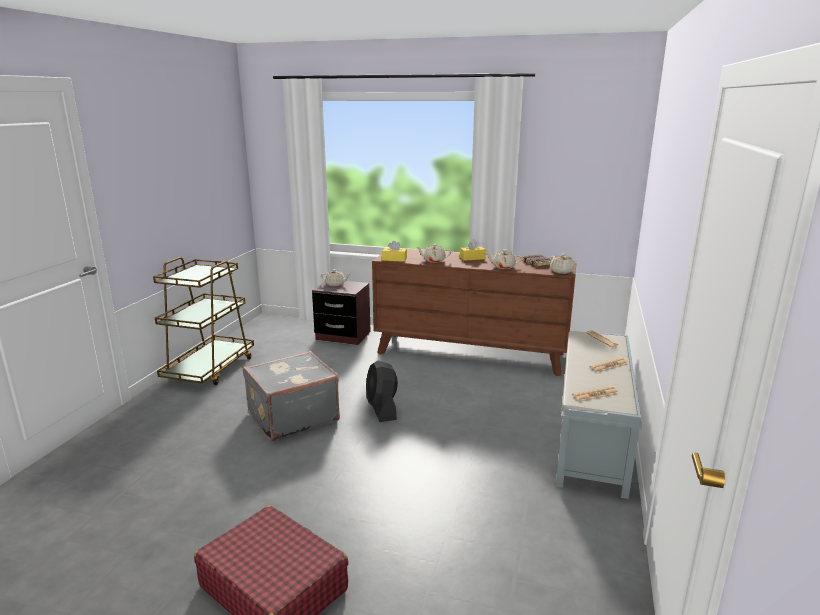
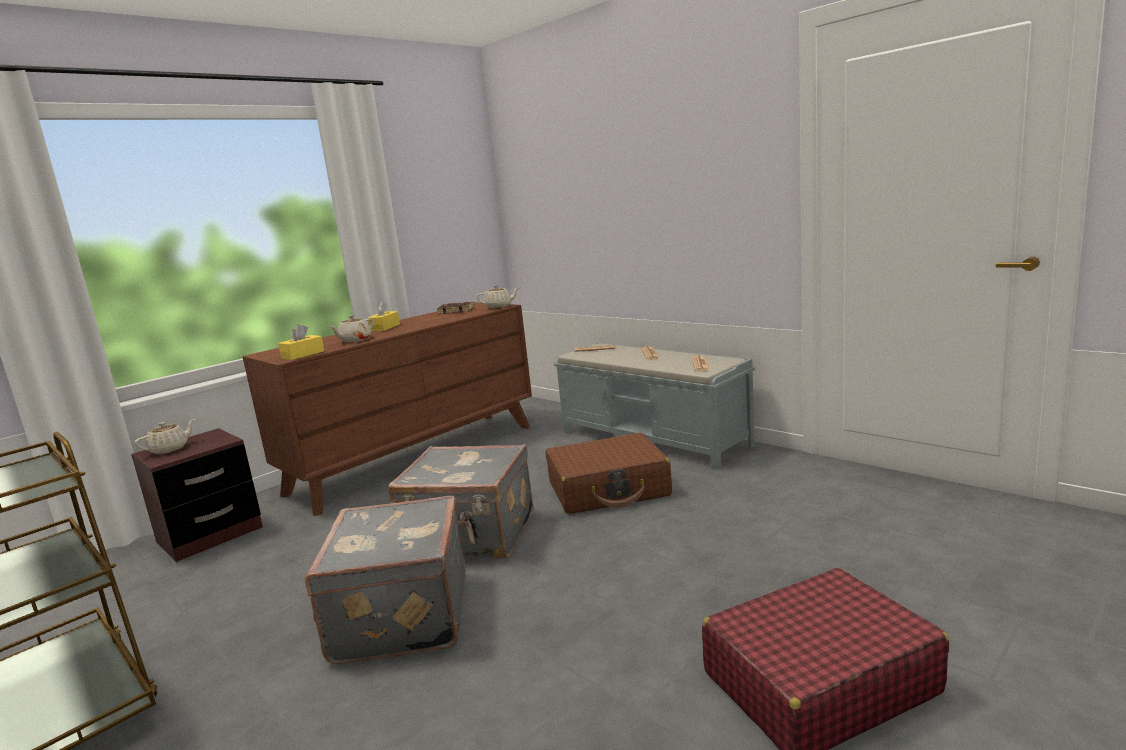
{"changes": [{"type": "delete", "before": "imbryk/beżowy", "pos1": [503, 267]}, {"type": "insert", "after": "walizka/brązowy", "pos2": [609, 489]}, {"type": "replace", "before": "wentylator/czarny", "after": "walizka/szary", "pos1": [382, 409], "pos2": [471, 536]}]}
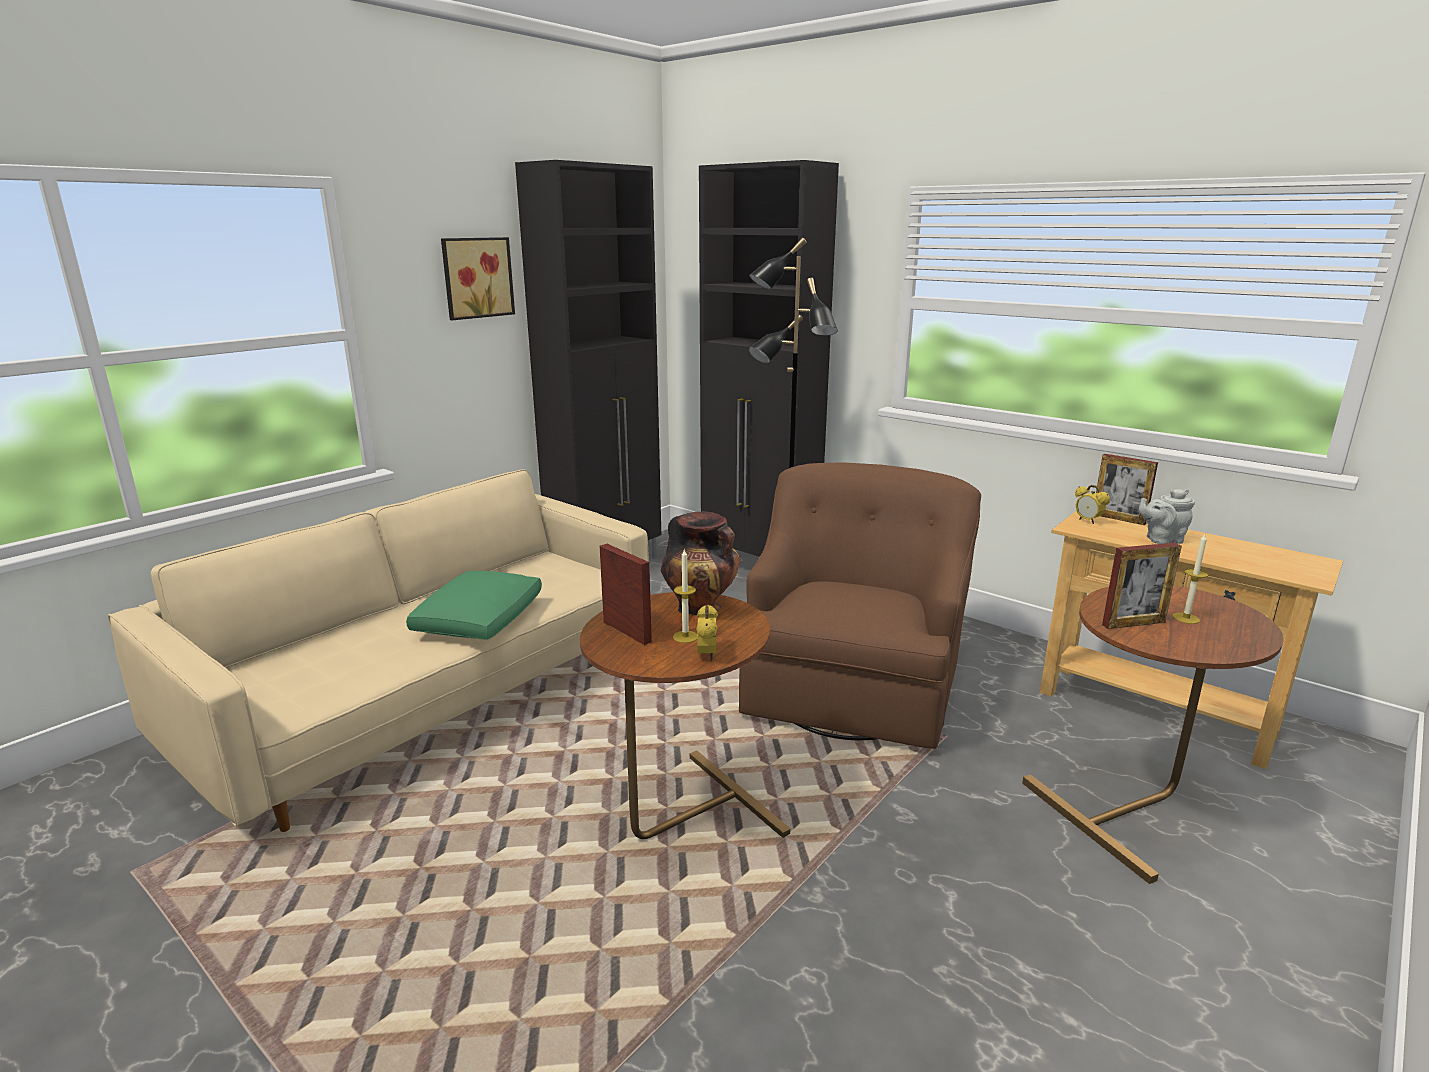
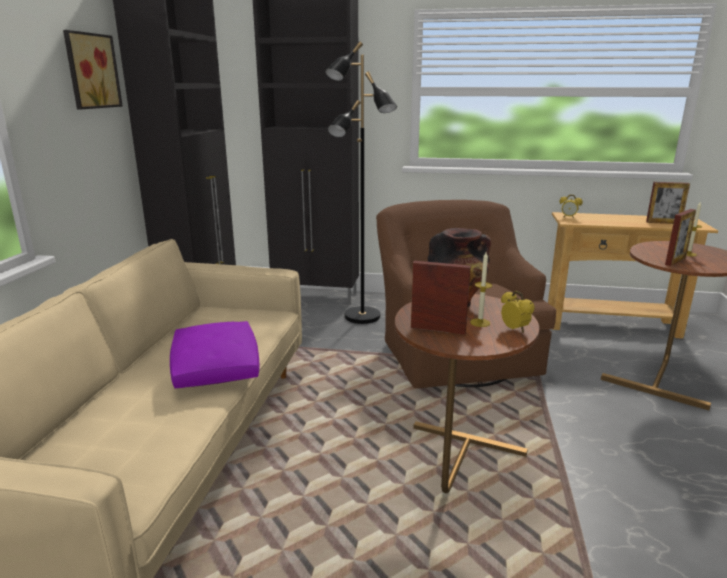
{"changes": [{"type": "delete", "before": "imbryk/szary", "pos1": [1161, 540]}, {"type": "move", "before": "ramka na zdjęcie", "pos1": [1118, 519], "pos2": [663, 223]}, {"type": "recolor", "before": "poduszka/zielony", "after": "poduszka/fioletowy", "pos1": [480, 620], "pos2": [216, 367]}]}
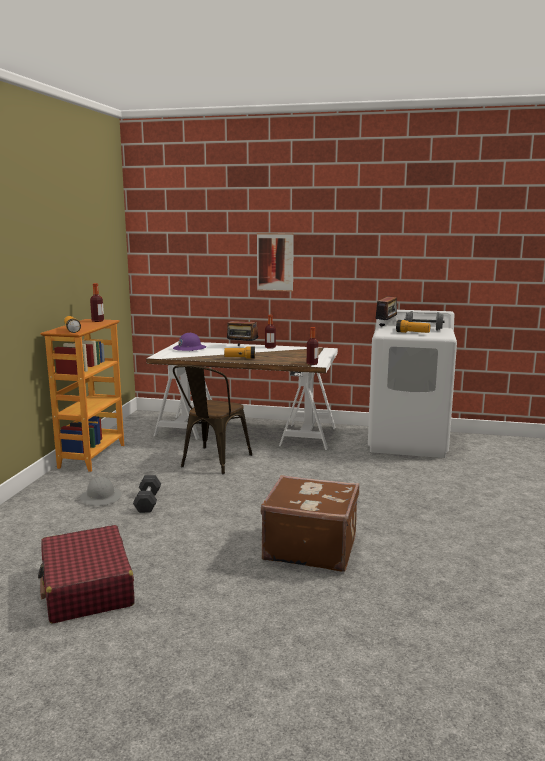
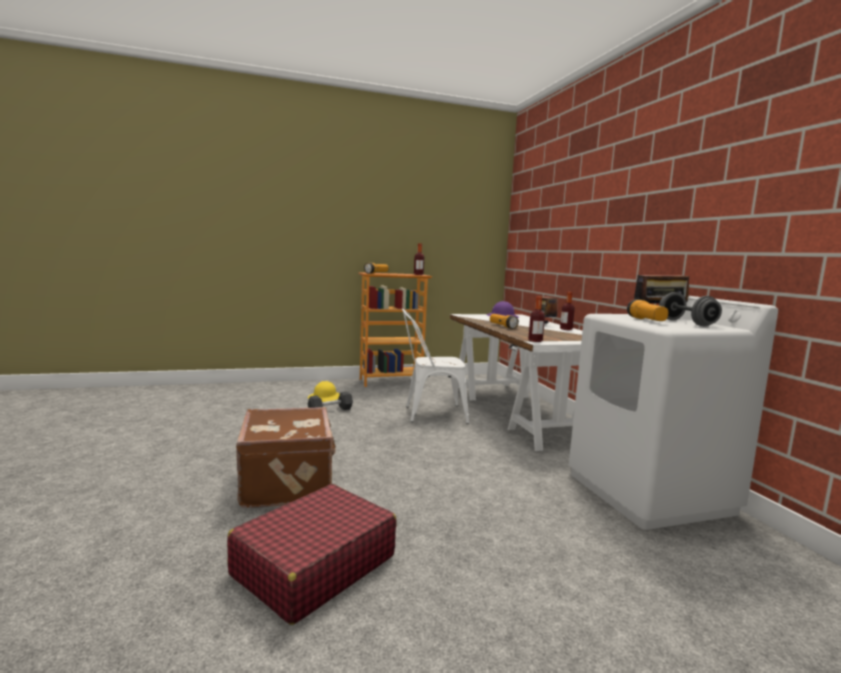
{"changes": [{"type": "delete", "before": "obraz", "pos1": [275, 262]}, {"type": "move", "before": "walizka/czerwony", "pos1": [87, 587], "pos2": [313, 565]}, {"type": "recolor", "before": "kask/szary", "after": "kask/żółty", "pos1": [101, 497], "pos2": [325, 398]}, {"type": "recolor", "before": "krzesło/brązowy", "after": "krzesło/biały", "pos1": [212, 462], "pos2": [430, 414]}]}
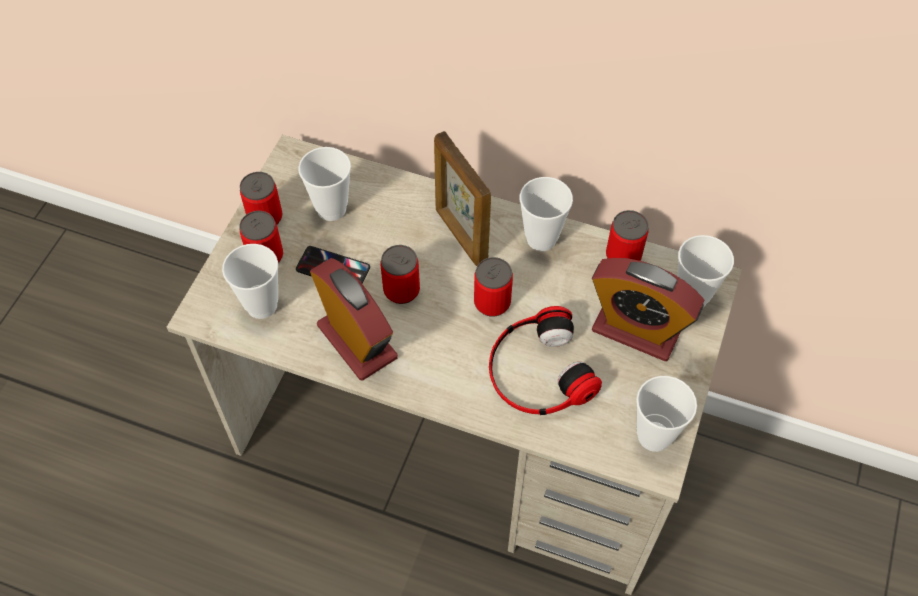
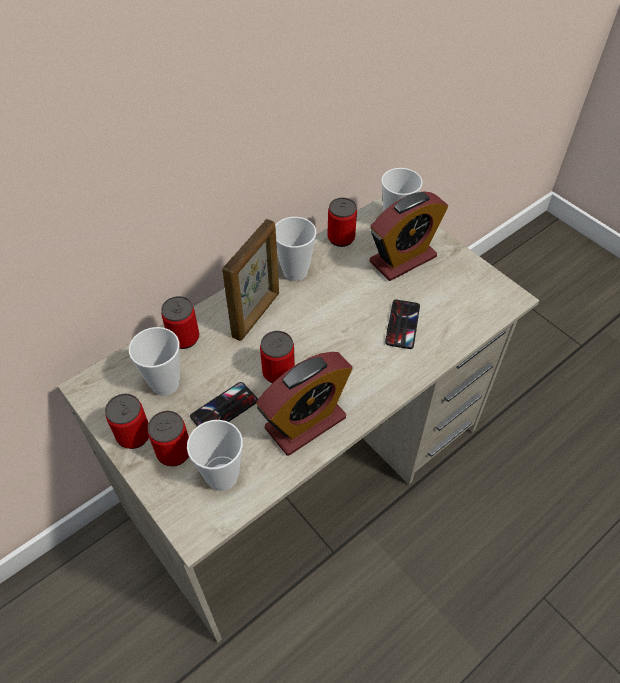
{"changes": [{"type": "delete", "before": "filiżanka", "pos1": [654, 436]}, {"type": "move", "before": "puszka", "pos1": [492, 302], "pos2": [184, 338]}, {"type": "replace", "before": "słuchawki", "after": "telefon", "pos1": [538, 371], "pos2": [402, 324]}, {"type": "rotate", "before": "budzik", "pos1": [357, 341], "pos2": [305, 423], "turn": 150}, {"type": "rotate", "before": "ramka na zdjęcie", "pos1": [460, 235], "pos2": [257, 314], "turn": -60}]}
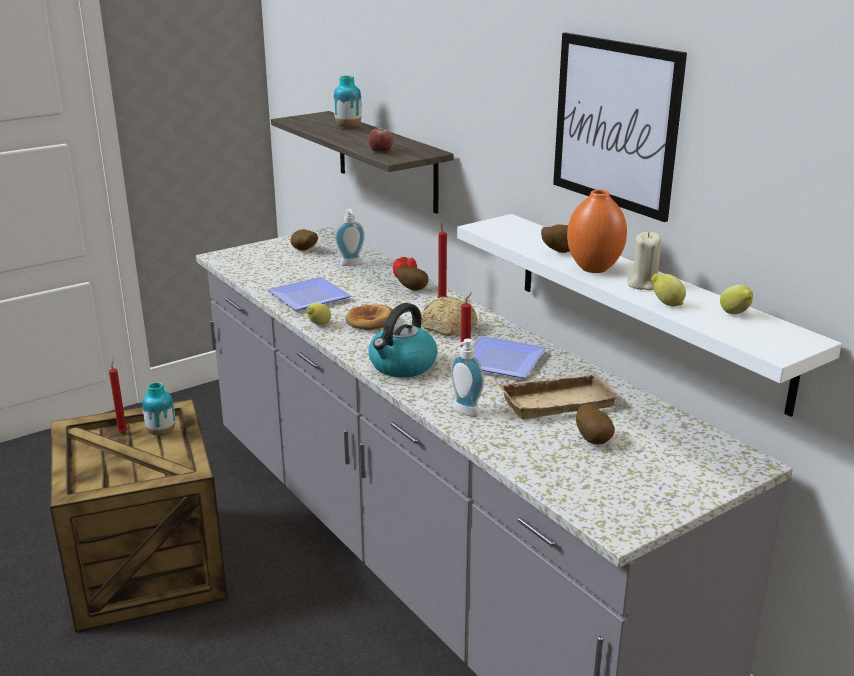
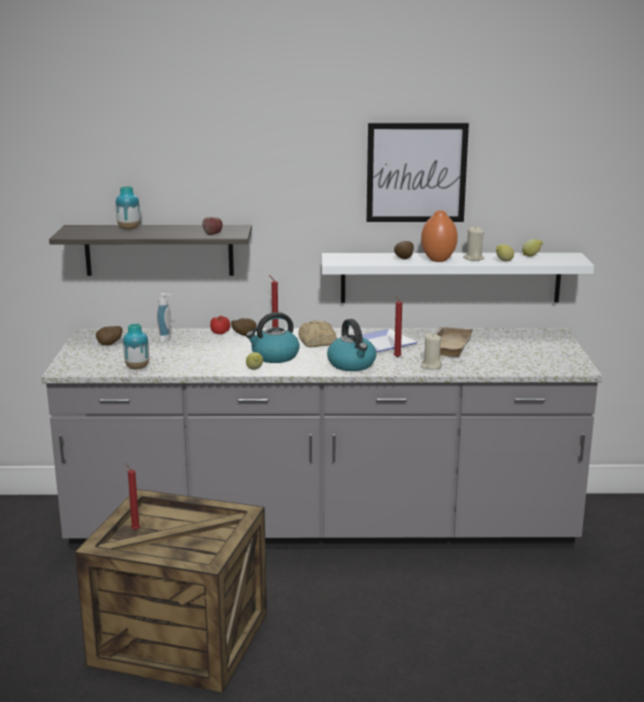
{"changes": [{"type": "delete", "before": "talerz", "pos1": [310, 296]}, {"type": "delete", "before": "ziemniak", "pos1": [594, 440]}, {"type": "move", "before": "wazon", "pos1": [161, 432], "pos2": [137, 367]}, {"type": "replace", "before": "chleb", "after": "czajnik", "pos1": [371, 321], "pos2": [274, 356]}, {"type": "replace", "before": "dozownik mydła", "after": "świeca/beżowy", "pos1": [463, 412], "pos2": [431, 366]}]}
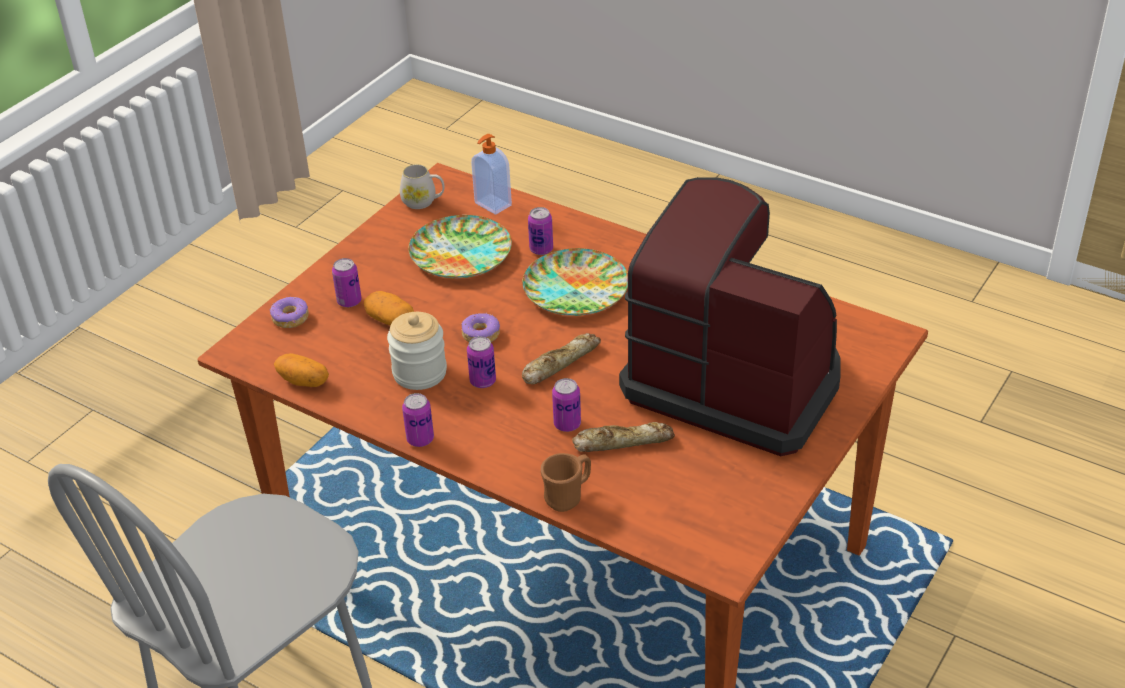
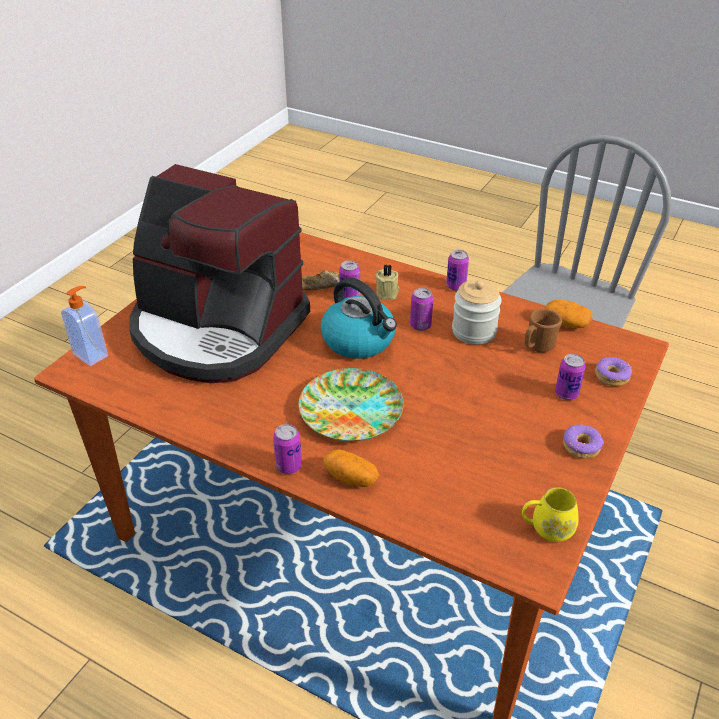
{"changes": [{"type": "delete", "before": "talerz", "pos1": [461, 253]}, {"type": "insert", "after": "świeca/beżowy", "pos2": [388, 292]}, {"type": "move", "before": "ziemniak", "pos1": [390, 320], "pos2": [351, 478]}, {"type": "move", "before": "donut", "pos1": [480, 334], "pos2": [581, 446]}, {"type": "move", "before": "dozownik mydła", "pos1": [492, 205], "pos2": [91, 354]}, {"type": "move", "before": "puszka", "pos1": [541, 249], "pos2": [289, 466]}, {"type": "move", "before": "kubek/brązowy", "pos1": [568, 496], "pos2": [537, 347]}, {"type": "replace", "before": "chleb", "after": "czajnik", "pos1": [560, 363], "pos2": [359, 341]}, {"type": "recolor", "before": "kubek/biały", "after": "kubek/żółty", "pos1": [423, 202], "pos2": [547, 528]}]}
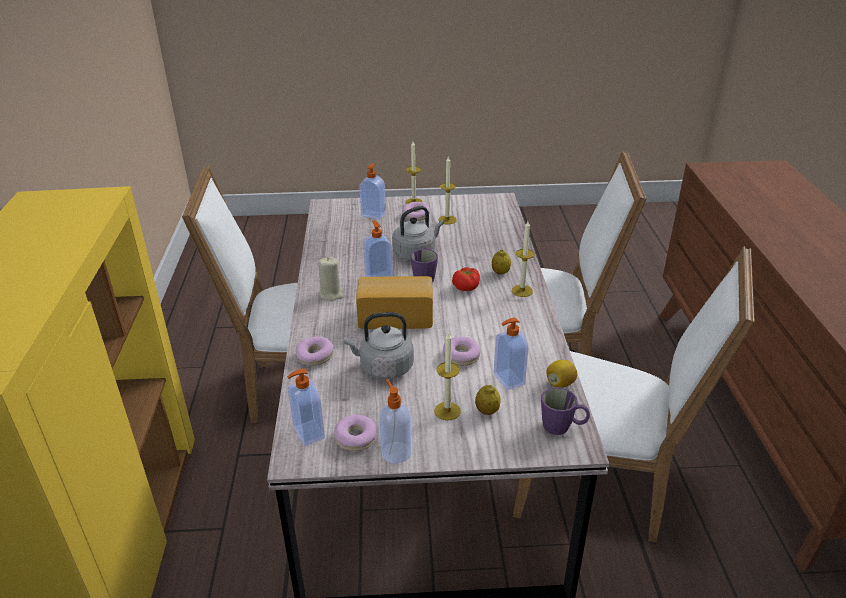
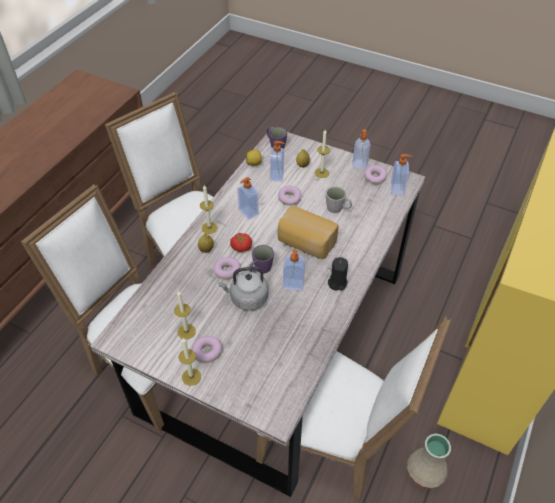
{"changes": [{"type": "insert", "after": "wazon/beżowy", "pos2": [425, 472]}, {"type": "move", "before": "donut", "pos1": [315, 356], "pos2": [227, 271]}, {"type": "move", "before": "dozownik mydła", "pos1": [374, 214], "pos2": [248, 212]}, {"type": "replace", "before": "czajnik/szary", "after": "kubek/szary", "pos1": [383, 368], "pos2": [337, 209]}, {"type": "recolor", "before": "świeca/beżowy", "after": "świeca/czarny", "pos1": [331, 294], "pos2": [337, 282]}]}
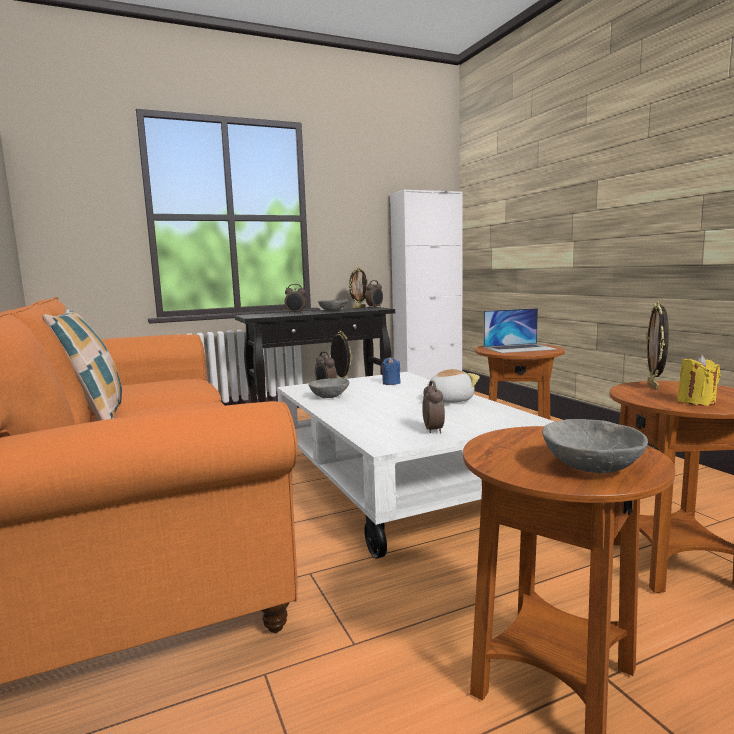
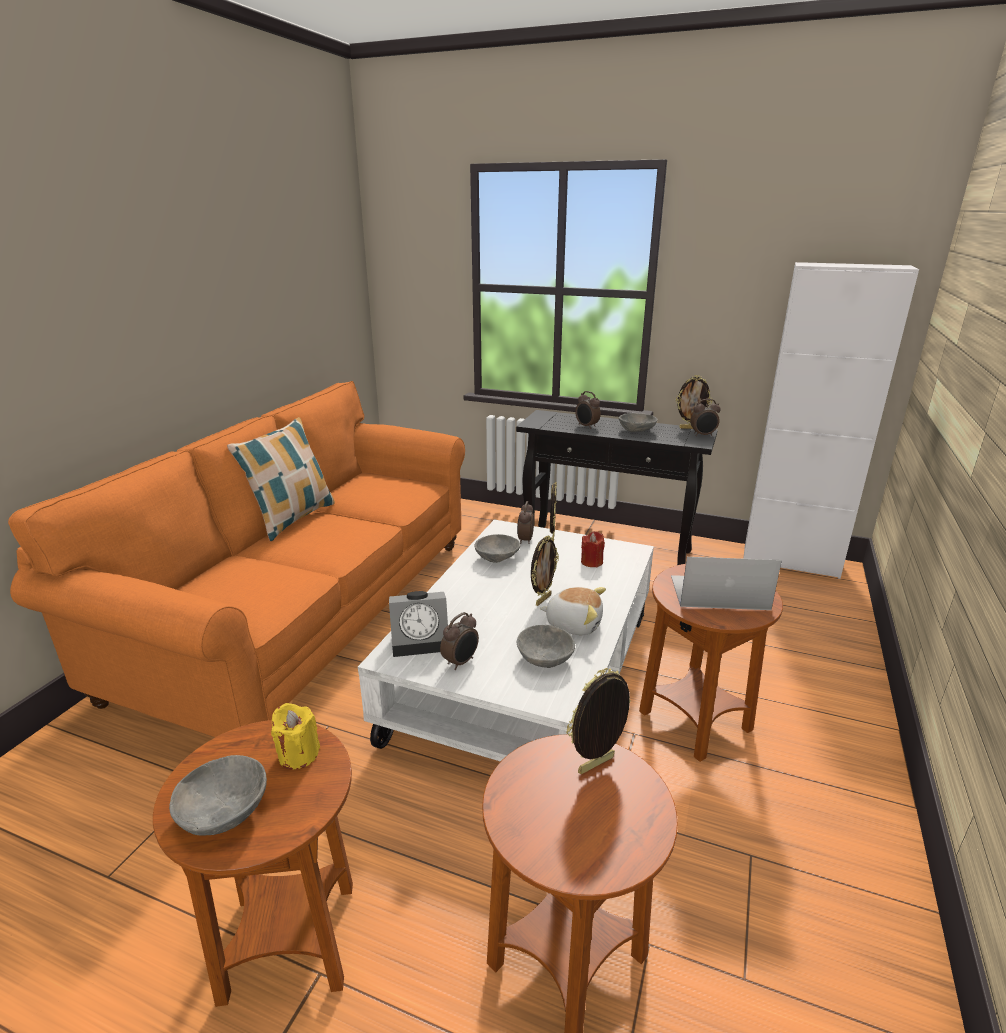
{"changes": [{"type": "insert", "after": "budzik", "pos2": [422, 640]}, {"type": "insert", "after": "miska/szary", "pos2": [544, 658]}, {"type": "insert", "after": "ramka na zdjęcie", "pos2": [542, 599]}, {"type": "move", "before": "świeca/żółty", "pos1": [696, 402], "pos2": [298, 754]}, {"type": "recolor", "before": "świeca/niebieski", "after": "świeca/czerwony", "pos1": [391, 383], "pos2": [591, 562]}, {"type": "rotate", "before": "laptop", "pos1": [519, 348], "pos2": [718, 592], "turn": 150}]}
